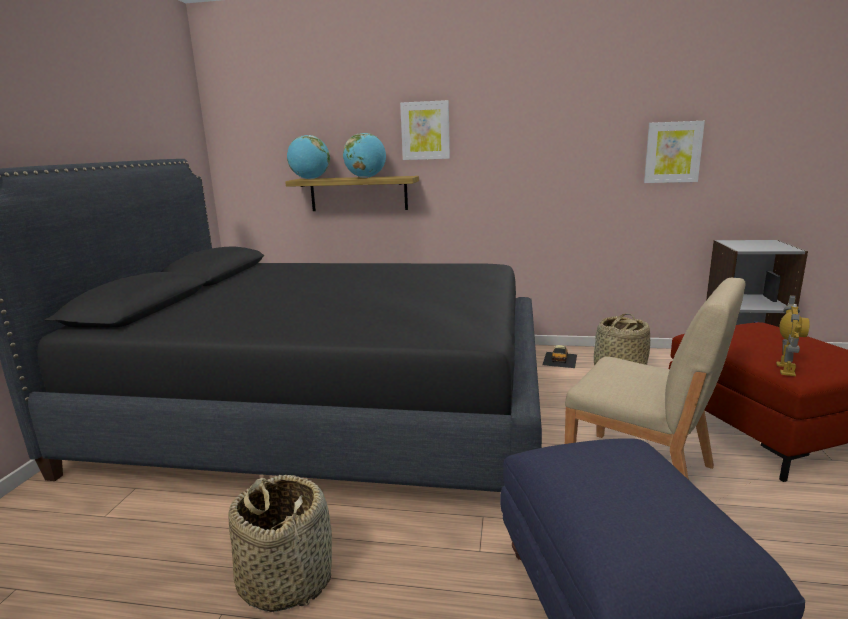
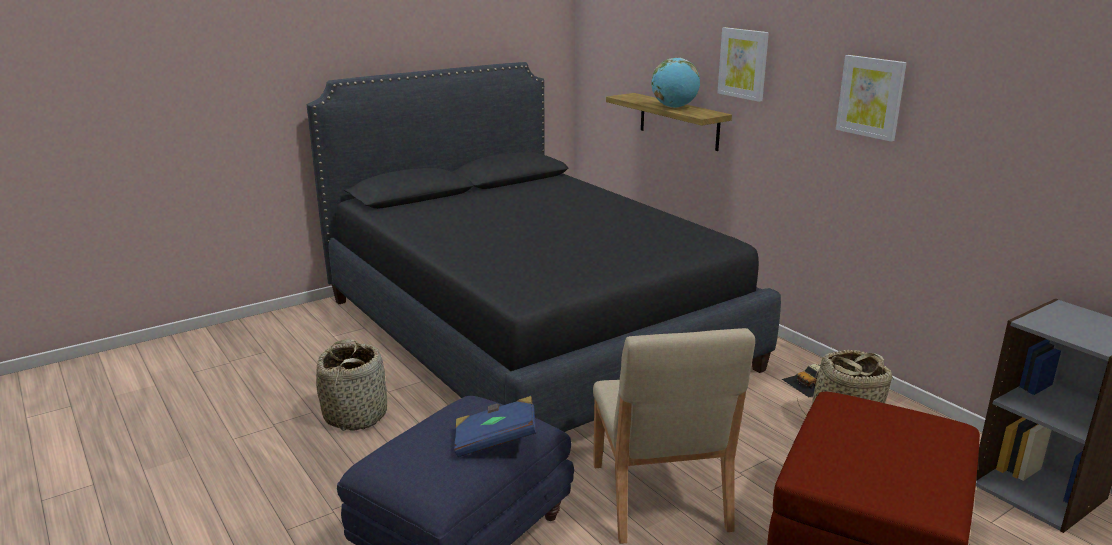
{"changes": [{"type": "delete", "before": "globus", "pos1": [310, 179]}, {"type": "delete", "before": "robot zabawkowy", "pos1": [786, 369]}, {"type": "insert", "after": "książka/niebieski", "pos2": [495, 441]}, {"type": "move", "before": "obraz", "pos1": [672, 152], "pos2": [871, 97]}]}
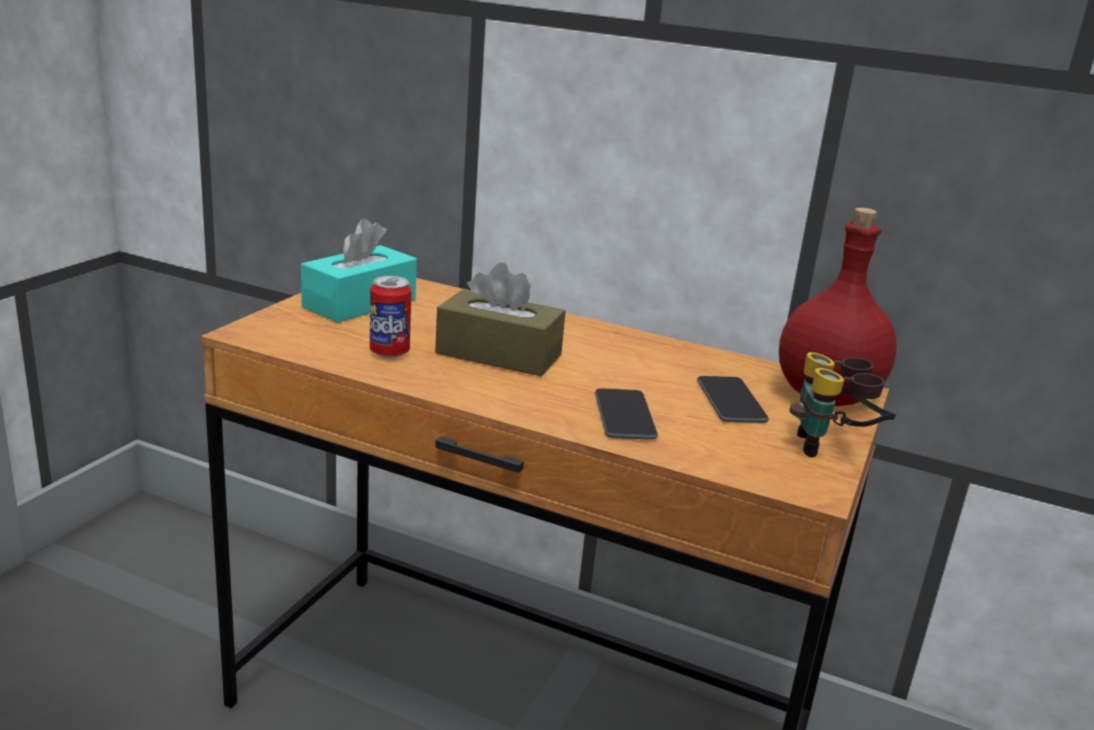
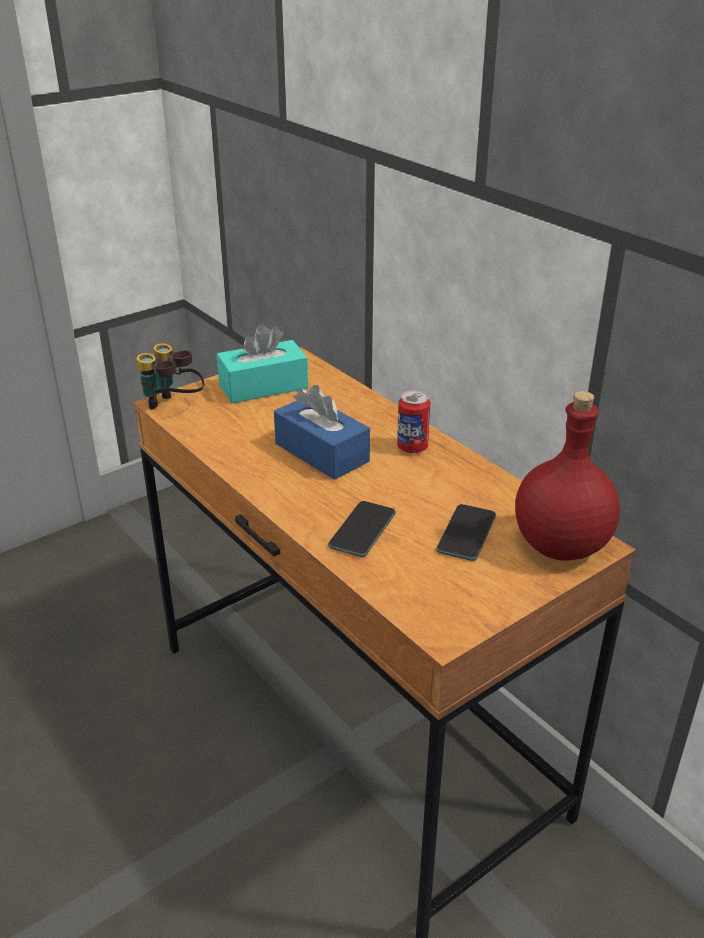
{"changes": [{"type": "move", "before": "puszka", "pos1": [389, 352], "pos2": [412, 448]}, {"type": "move", "before": "lornetka", "pos1": [832, 449], "pos2": [173, 407]}, {"type": "recolor", "before": "pudełko chusteczek/brązowy", "after": "pudełko chusteczek/niebieski", "pos1": [498, 354], "pos2": [321, 453]}]}
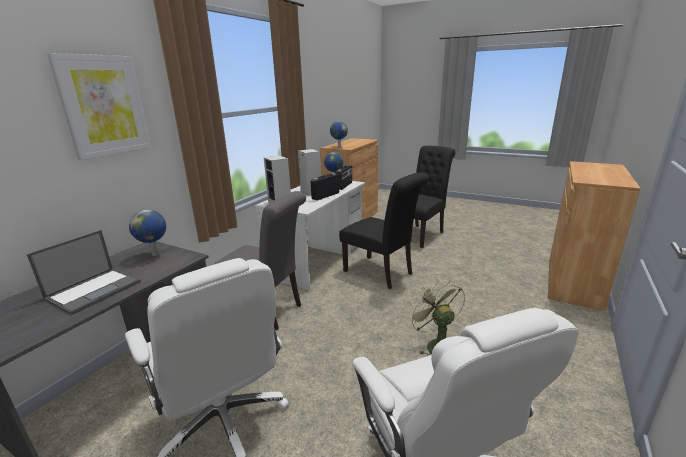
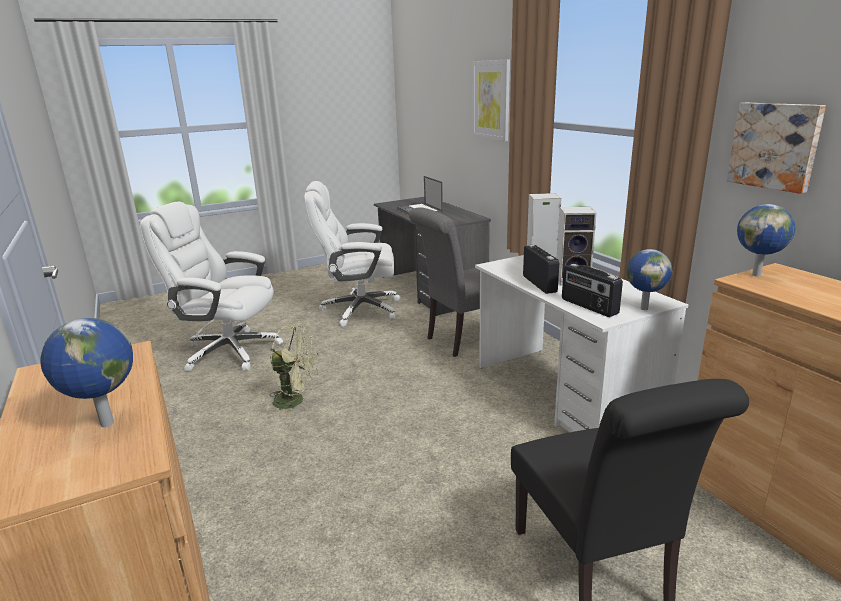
{"changes": [{"type": "delete", "before": "krzesło/czarny", "pos1": [381, 273]}, {"type": "insert", "after": "obraz", "pos2": [775, 146]}, {"type": "move", "before": "globus", "pos1": [155, 255], "pos2": [105, 424]}]}
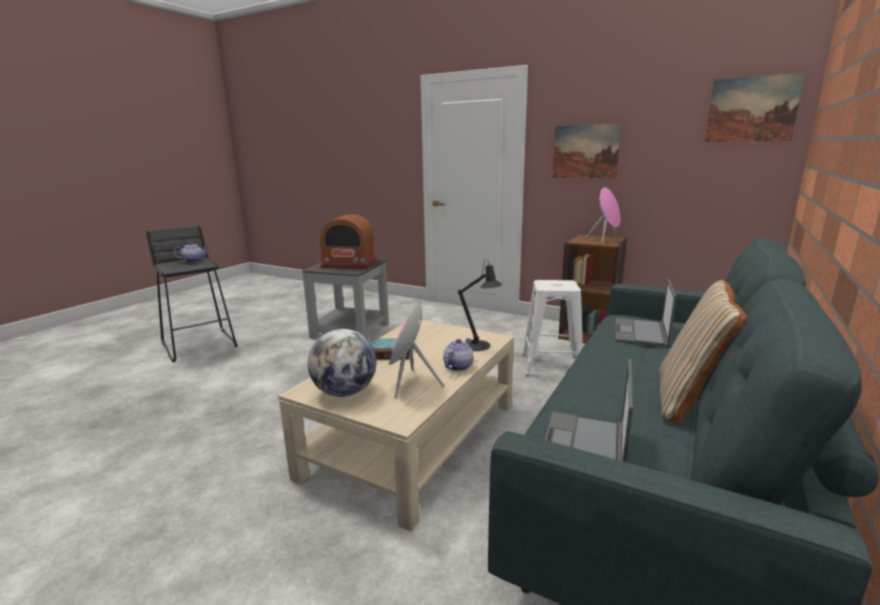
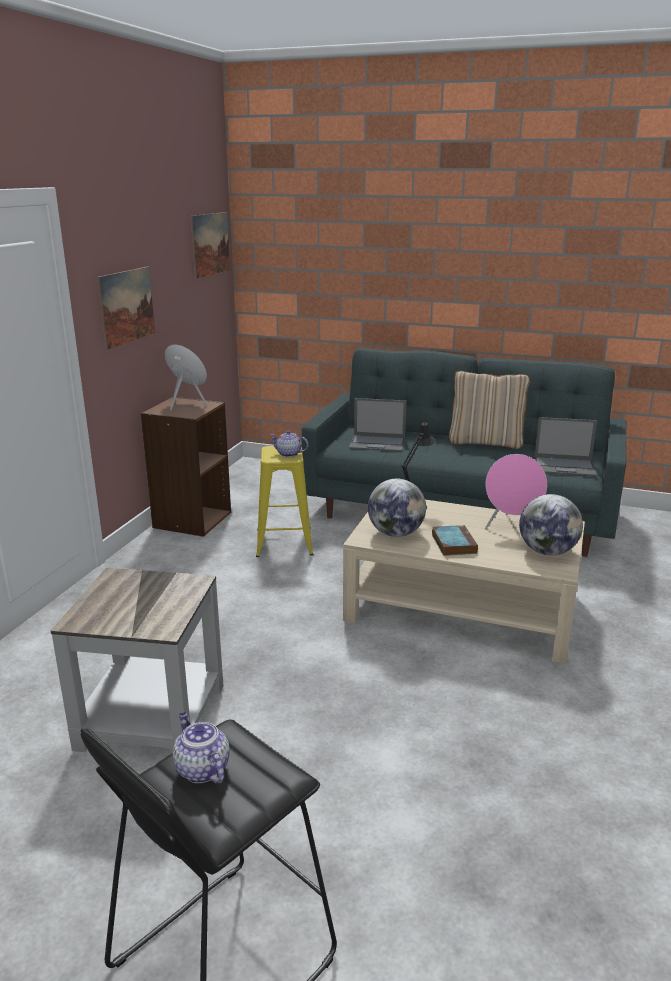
{"changes": [{"type": "delete", "before": "radio", "pos1": [349, 263]}, {"type": "insert", "after": "globus", "pos2": [396, 533]}, {"type": "move", "before": "imbryk", "pos1": [458, 366], "pos2": [288, 454]}, {"type": "recolor", "before": "stołek/biały", "after": "stołek/żółty", "pos1": [551, 366], "pos2": [284, 542]}]}
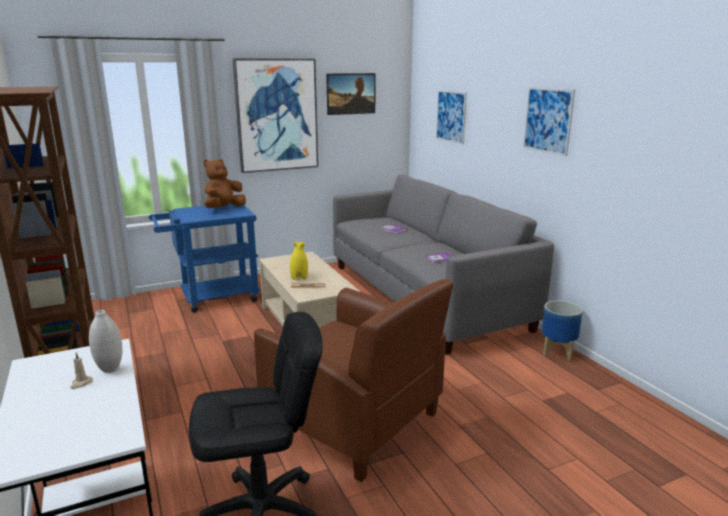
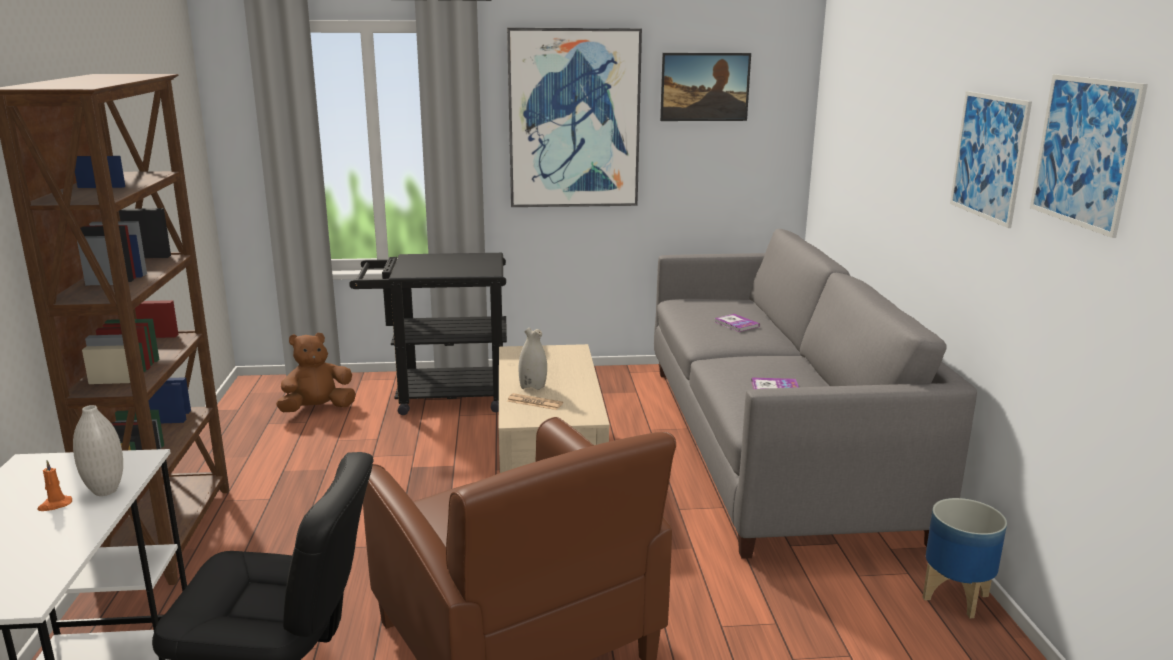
{"changes": [{"type": "move", "before": "pluszak/brązowy", "pos1": [224, 208], "pos2": [317, 409]}, {"type": "move", "before": "obraz", "pos1": [451, 116], "pos2": [1084, 152]}, {"type": "recolor", "before": "świeca/beżowy", "after": "świeca/pomarańczowy", "pos1": [81, 383], "pos2": [55, 505]}, {"type": "recolor", "before": "wózek/niebieski", "after": "wózek/czarny", "pos1": [212, 298], "pos2": [440, 396]}, {"type": "recolor", "before": "wazon/żółty", "after": "wazon/biały", "pos1": [299, 278], "pos2": [533, 387]}]}
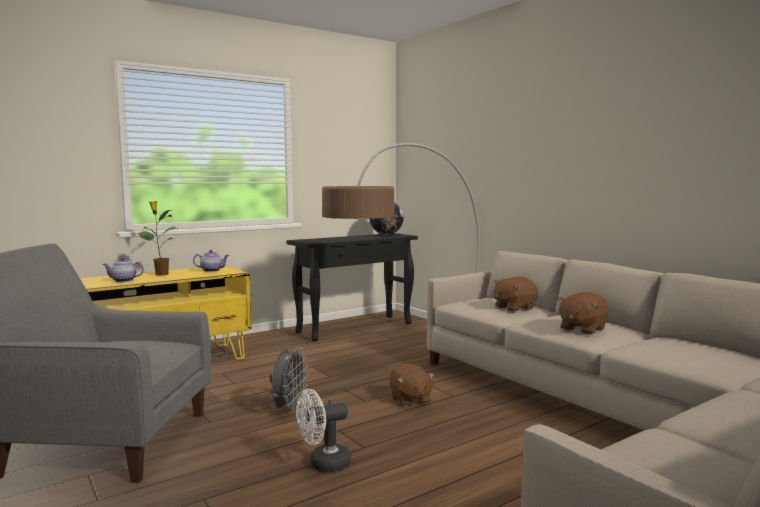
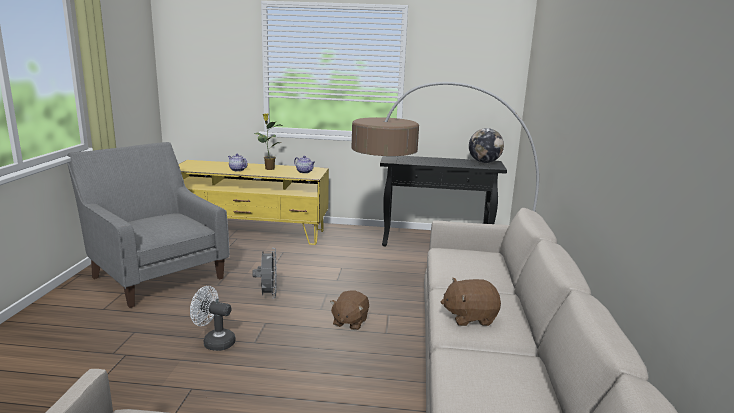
{"changes": [{"type": "delete", "before": "pluszak/brązowy", "pos1": [514, 308]}, {"type": "rotate", "before": "wentylator/szary", "pos1": [289, 409], "pos2": [267, 295], "turn": -60}]}
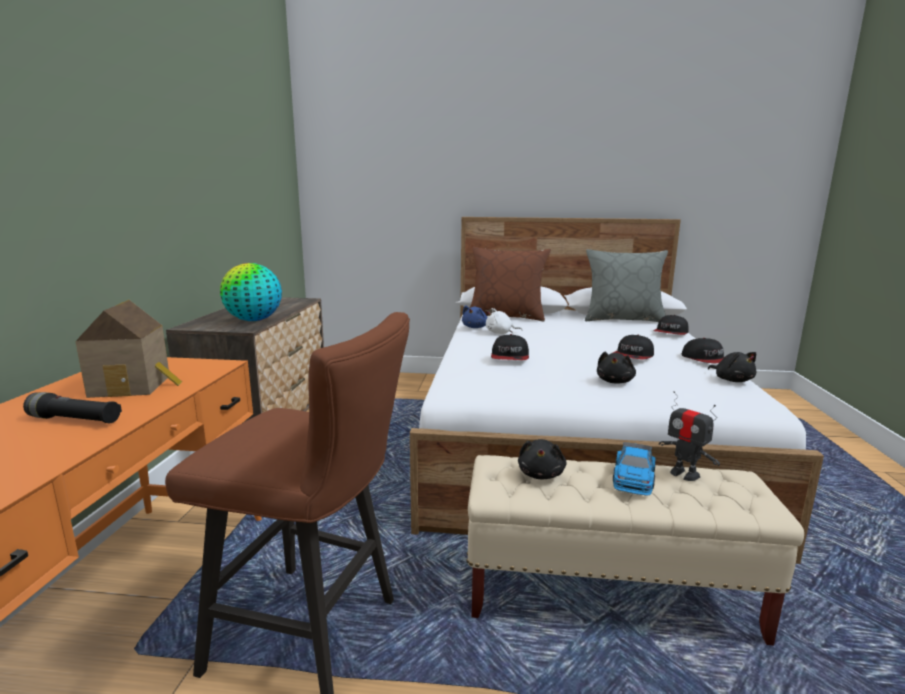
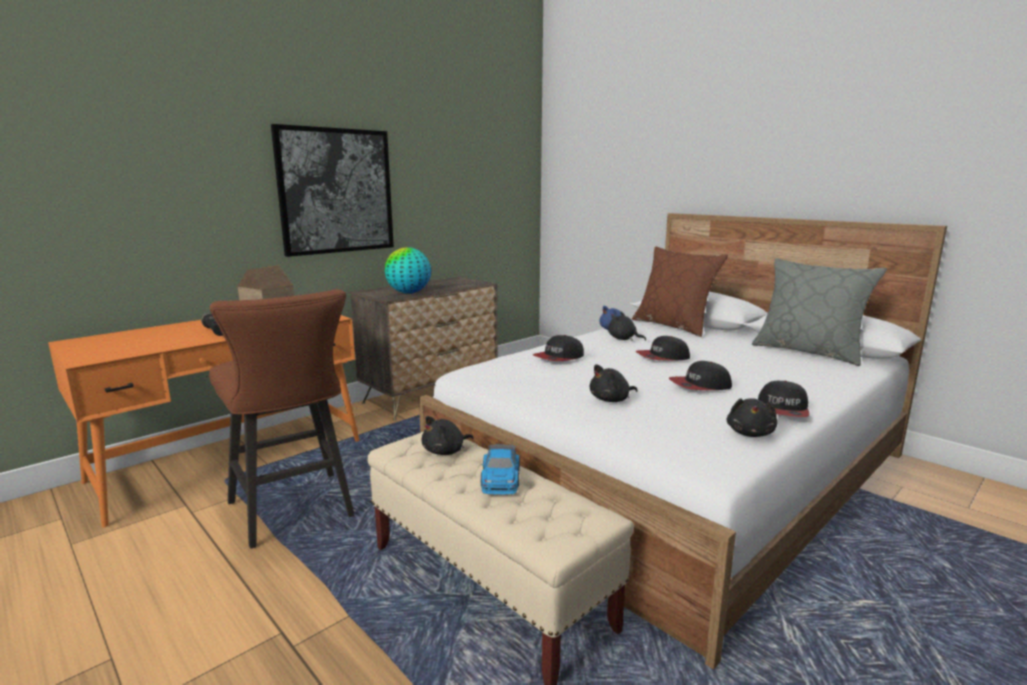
{"changes": [{"type": "delete", "before": "robot zabawkowy", "pos1": [684, 474]}, {"type": "insert", "after": "obraz", "pos2": [336, 191]}, {"type": "move", "before": "czapka z daszkiem", "pos1": [671, 333], "pos2": [662, 357]}, {"type": "recolor", "before": "pluszak/biały", "after": "pluszak/czarny", "pos1": [500, 333], "pos2": [623, 339]}, {"type": "rotate", "before": "samochodzik", "pos1": [633, 478], "pos2": [500, 479], "turn": -60}]}
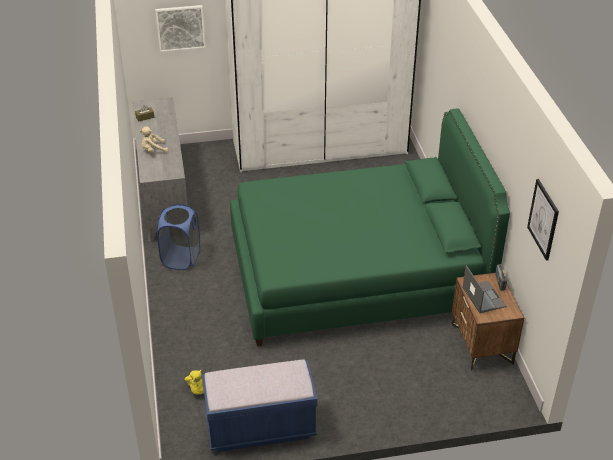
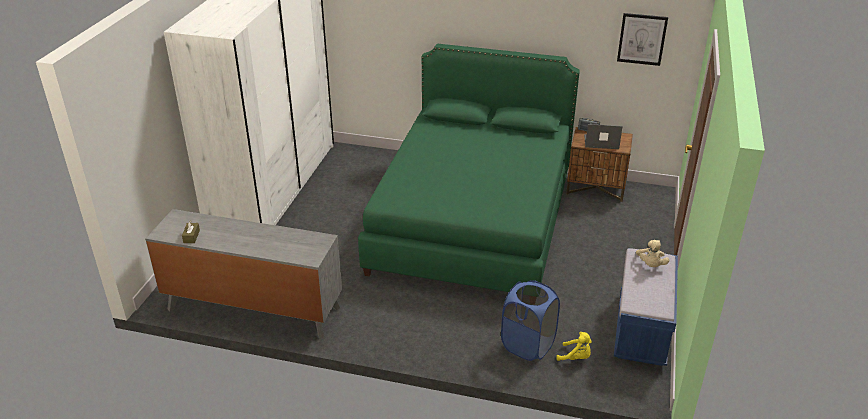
{"changes": [{"type": "delete", "before": "obraz", "pos1": [180, 28]}, {"type": "move", "before": "pluszak/beżowy", "pos1": [153, 150], "pos2": [650, 265]}, {"type": "move", "before": "kosz na pranie/niebieski", "pos1": [181, 258], "pos2": [528, 345]}]}
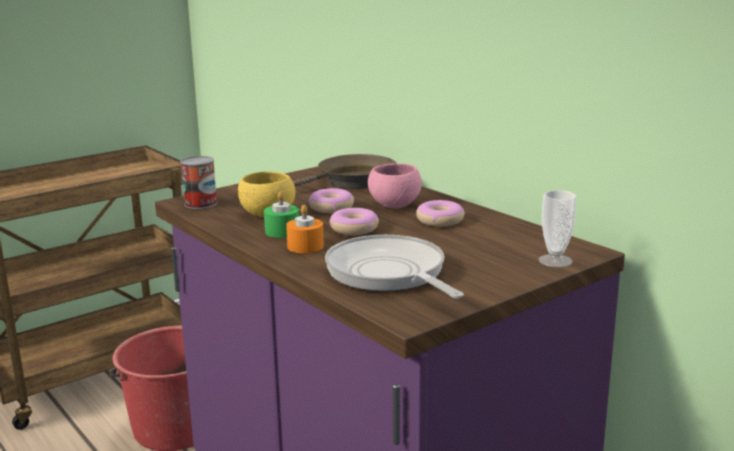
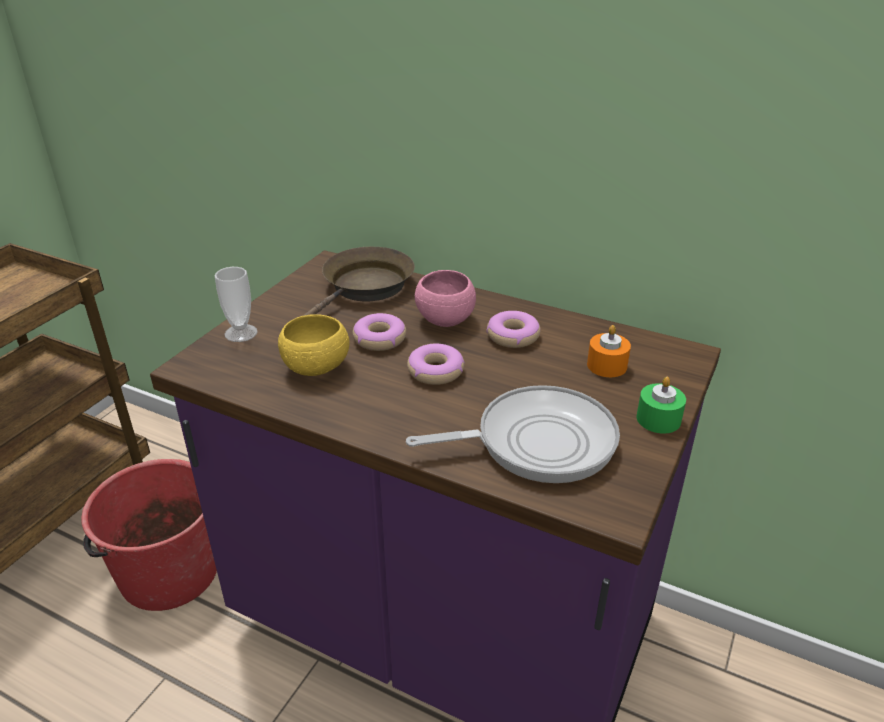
{"changes": [{"type": "delete", "before": "puszka", "pos1": [200, 203]}, {"type": "move", "before": "świeca/zielony", "pos1": [282, 231], "pos2": [658, 419]}, {"type": "move", "before": "świeca/pomarańczowy", "pos1": [305, 246], "pos2": [607, 365]}, {"type": "move", "before": "filiżanka", "pos1": [555, 261], "pos2": [241, 333]}, {"type": "rotate", "before": "patelnia", "pos1": [389, 274], "pos2": [537, 442], "turn": 135}]}
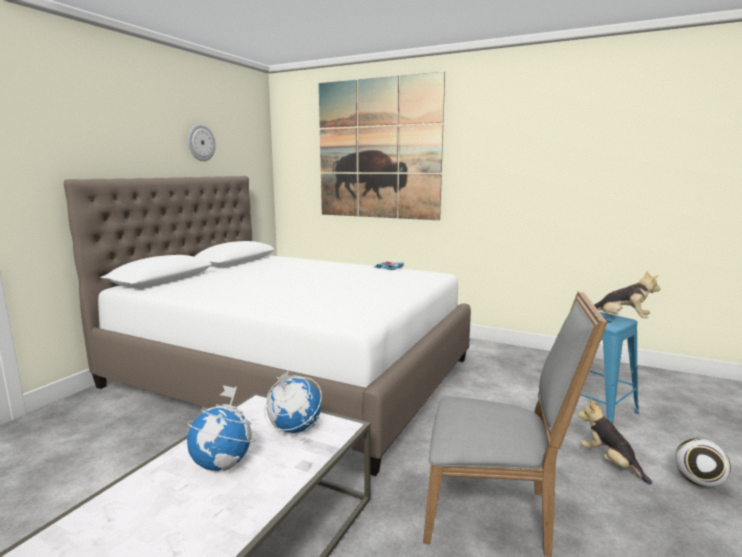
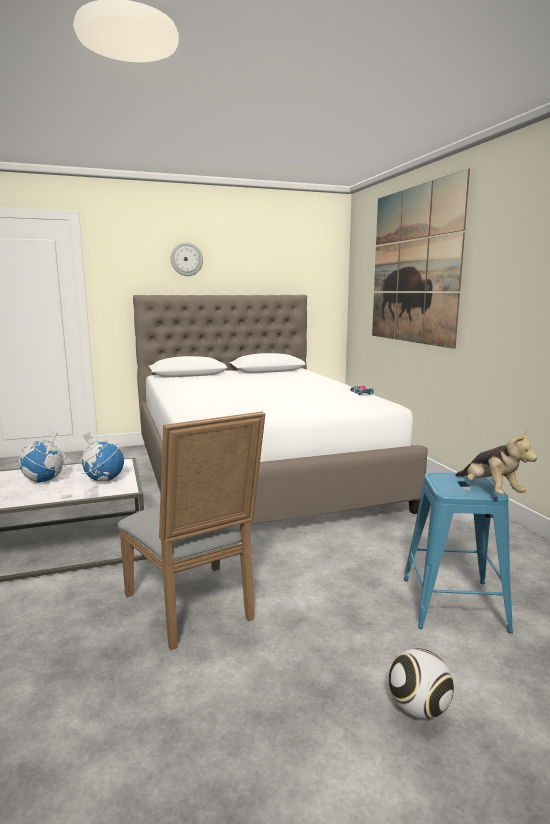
{"changes": [{"type": "delete", "before": "pluszak", "pos1": [610, 462]}, {"type": "move", "before": "zegar ścienny", "pos1": [201, 142], "pos2": [186, 259]}]}
